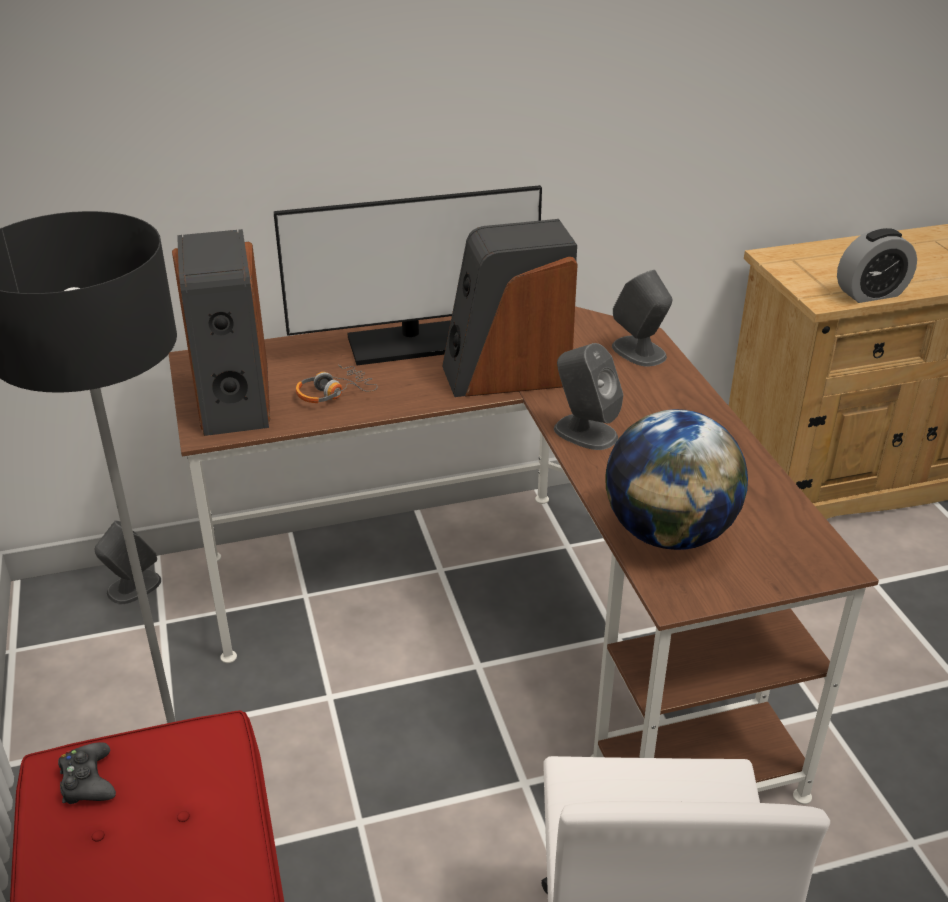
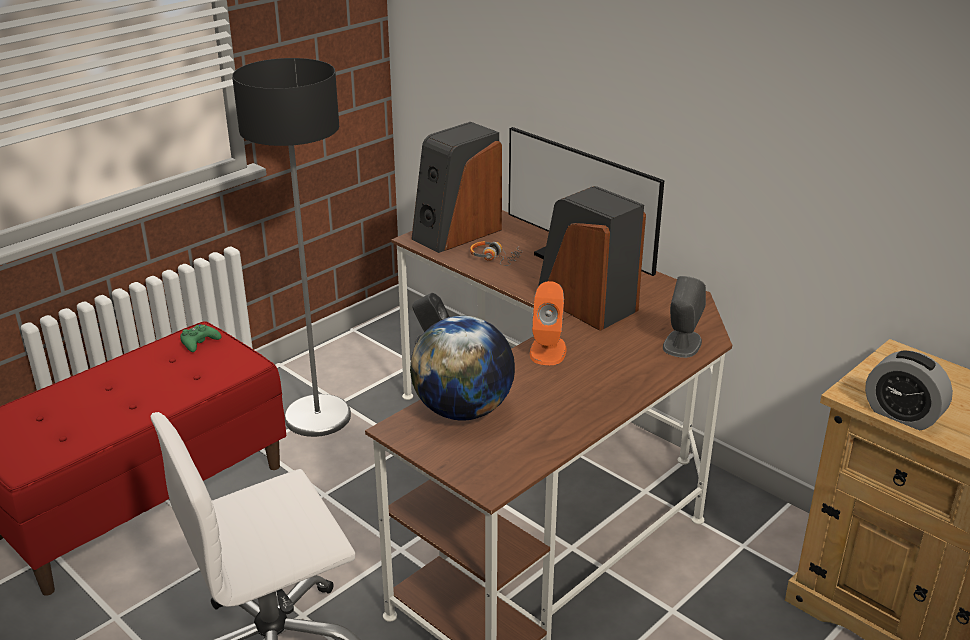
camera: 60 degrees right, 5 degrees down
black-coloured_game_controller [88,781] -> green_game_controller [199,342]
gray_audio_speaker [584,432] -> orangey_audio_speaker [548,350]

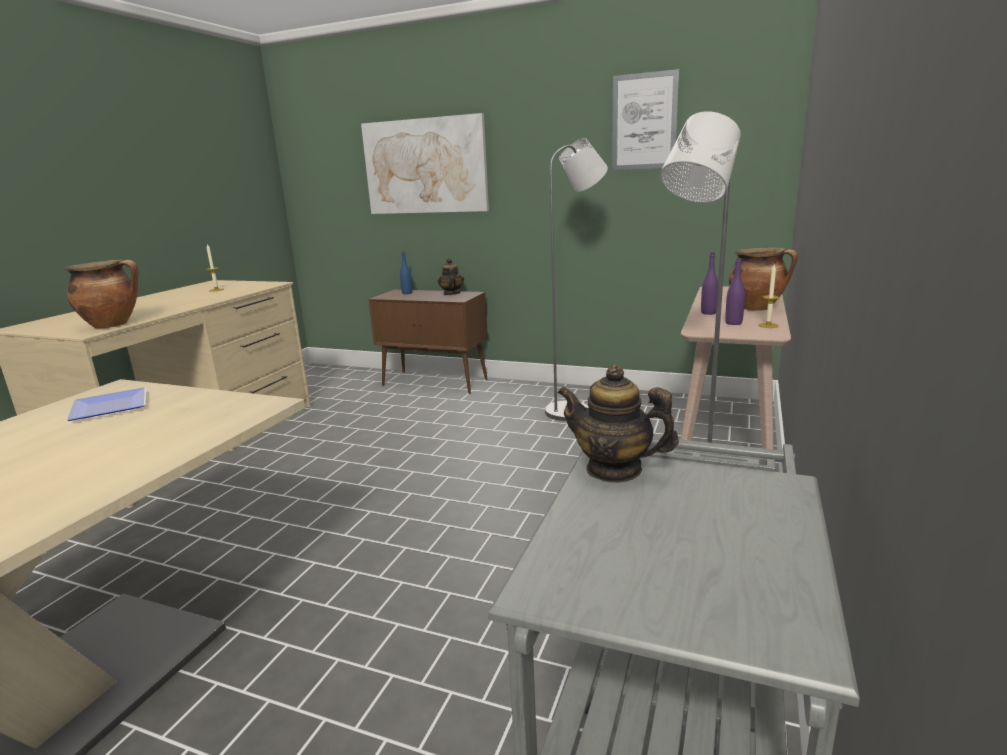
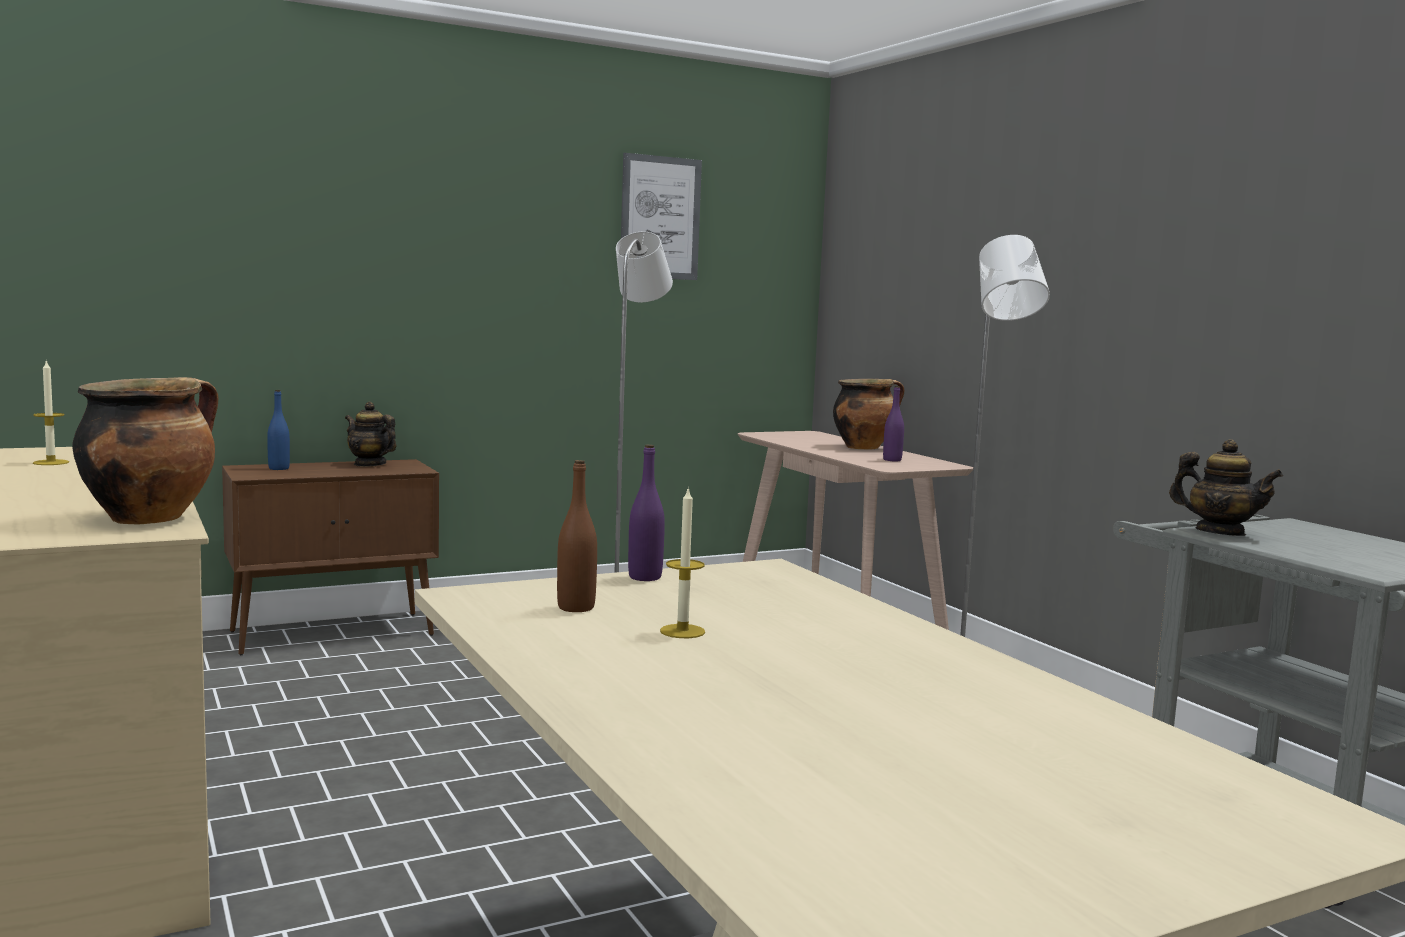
camera: 50 degrees left, 10 degrees down
picture [425,166] -> none
purple_beverage_bottle [708,313] -> purple_beverage_bottle [645,577], relocated
wax_light [768,325] -> wax_light [682,631], relocated
dinner_plate [107,407] -> brownish_beverage_bottle [576,607]
tea_pot [614,470] -> tea_pot [1220,532], 120 degrees counterclockwise

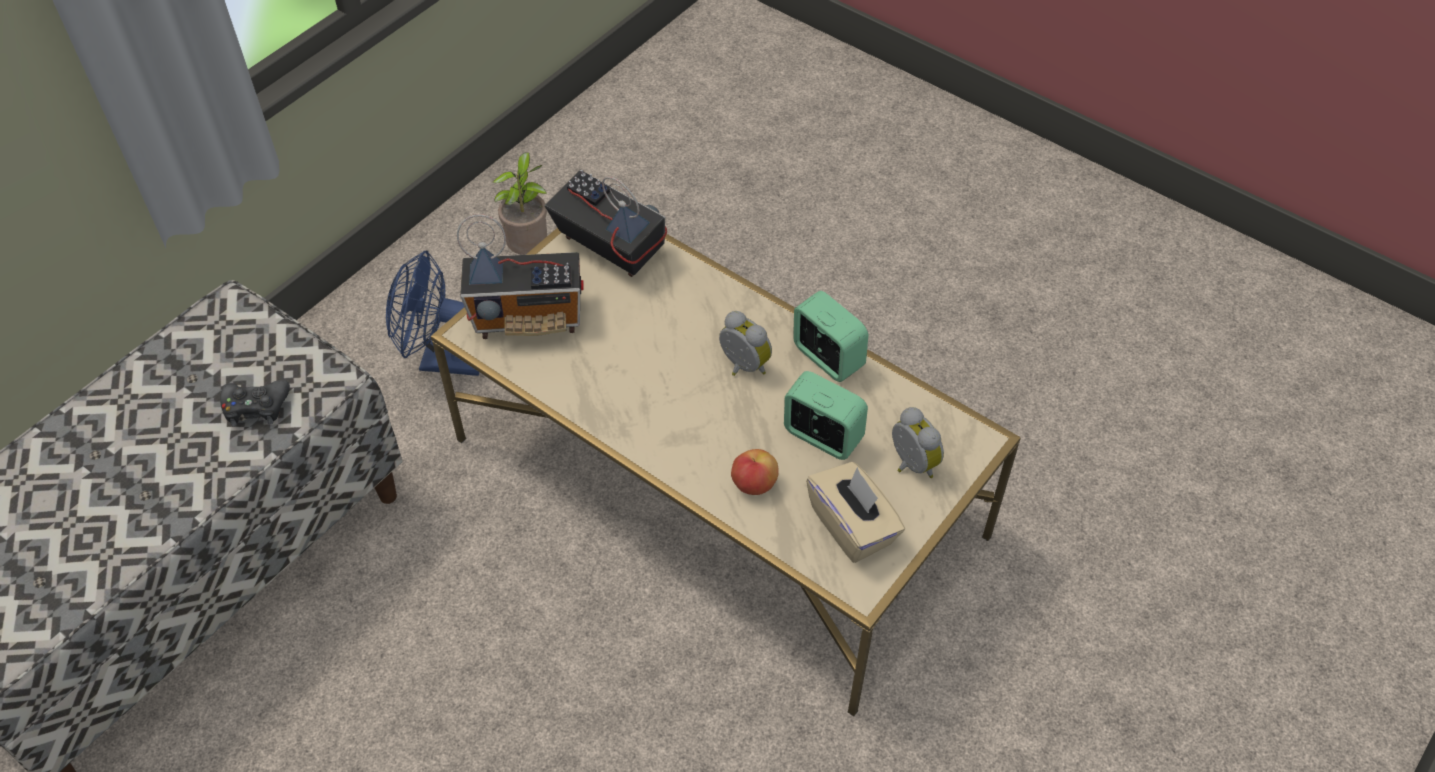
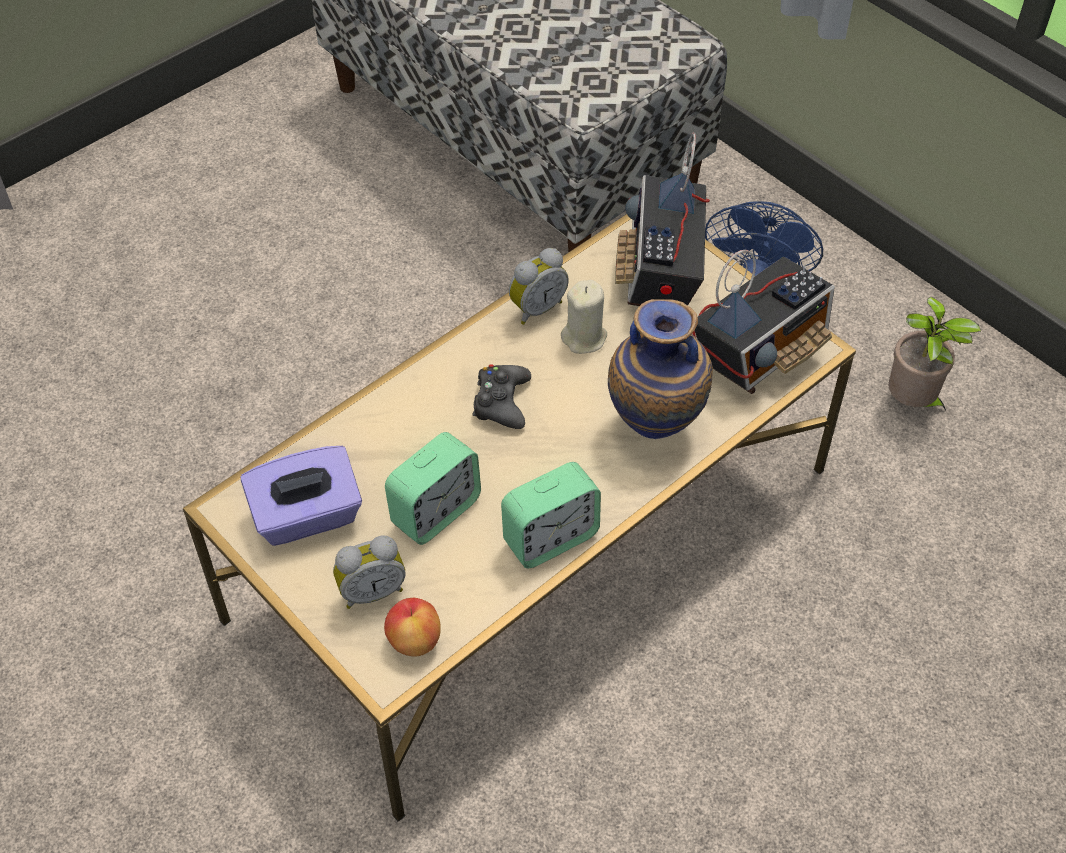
camera: 100 degrees right, 0 degrees up
none -> beige-coloured_wax_light [584,337]
none -> decorative_vase [655,427]
black-coloured_game_controller [256,407] -> black-coloured_game_controller [501,402], relocated
bedside_clock [742,367] -> bedside_clock [536,308], relocated
whole_apple [754,484] -> whole_apple [414,640], relocated
beige-coloured_tissue_holder [852,526] -> purple_tissue_holder [307,516]

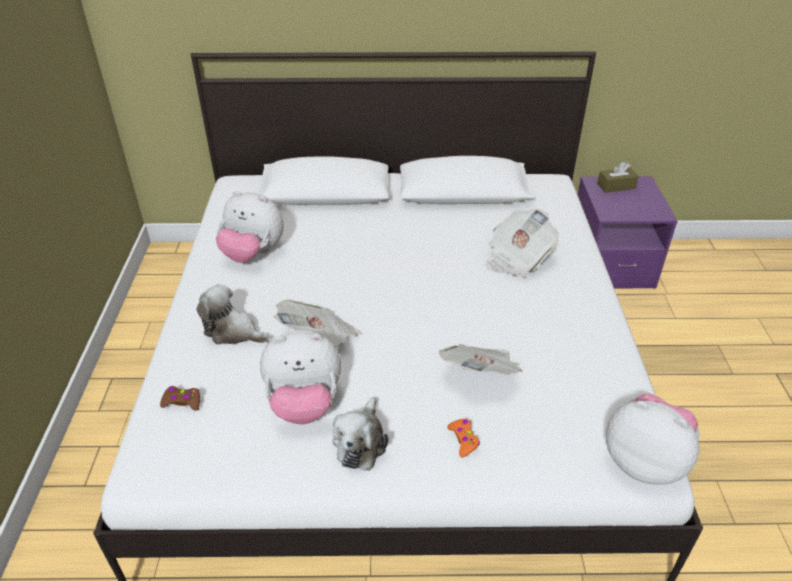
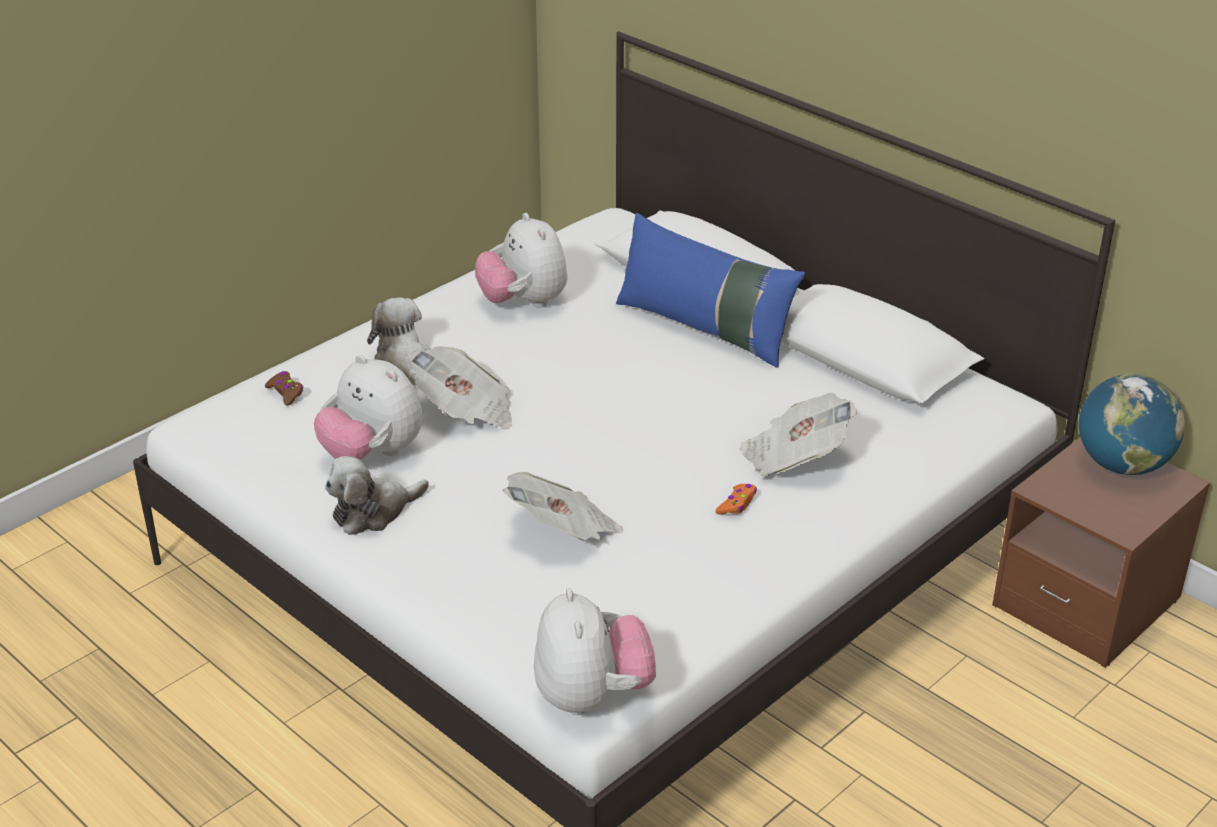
camera: 45 degrees right, 5 degrees down
none -> blue-coloured_pillow [705,329]
orangey_game_controller [463,440] -> orangey_game_controller [737,504], relocated
brownish_tissue_holder [616,186] -> world_globe [1122,465]
purple_night_table [609,265] -> brownish_night_table [1086,603]

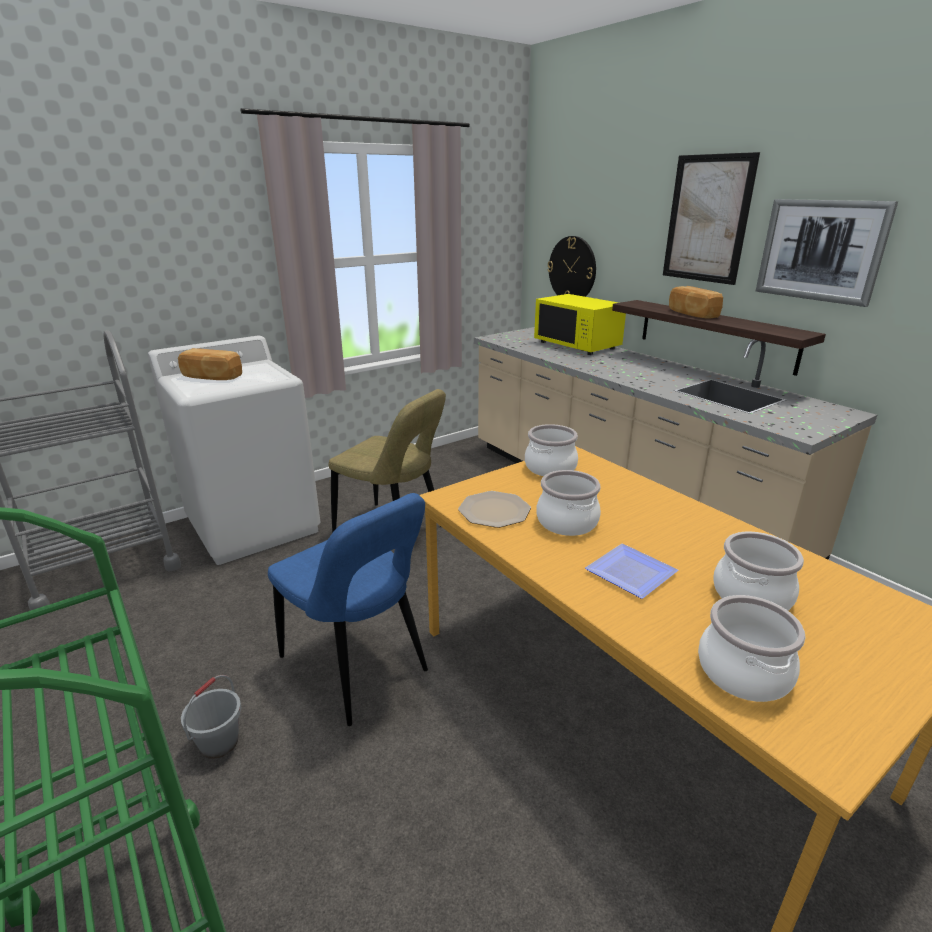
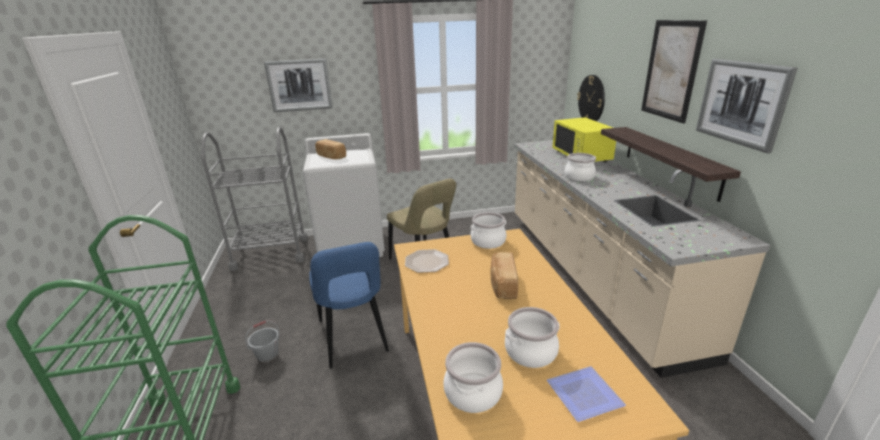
camera: 25 degrees right, 0 degrees up
none -> picture [299,85]
saucepot [567,522] -> saucepot [579,177], relocated
dinner_plate [634,573] -> dinner_plate [587,396], relocated
bakery_bread [692,314] -> bakery_bread [502,284], relocated

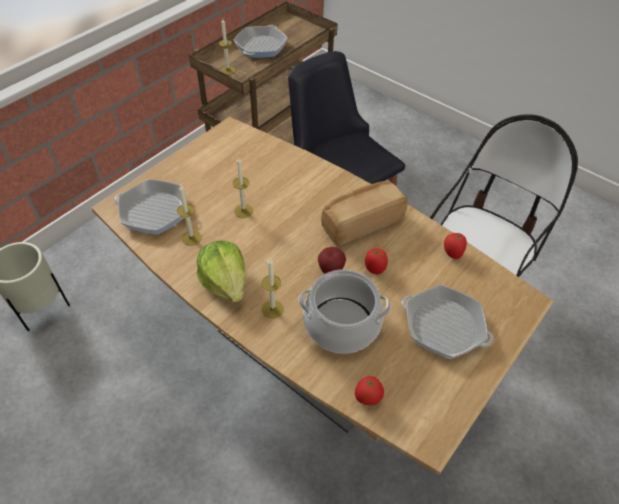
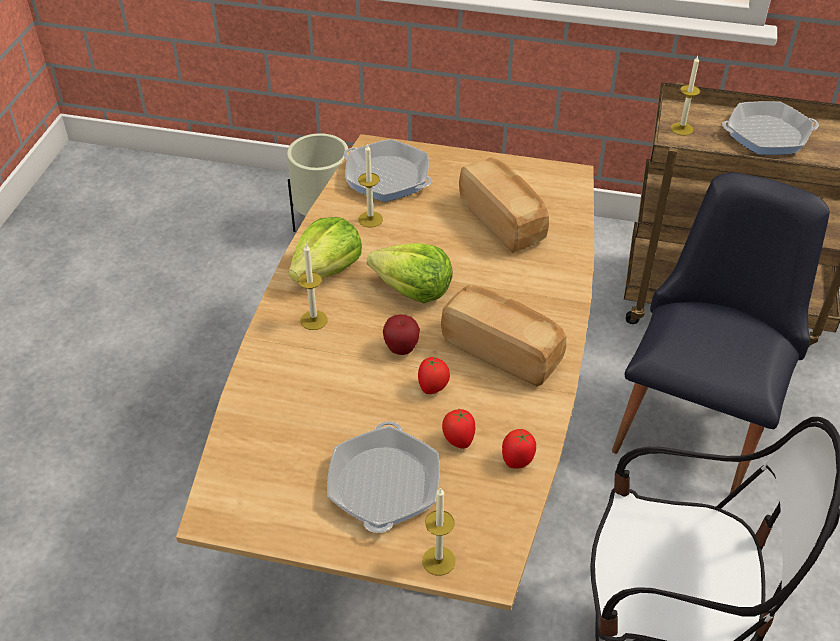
camera: 65 degrees right, 5 degrees down
saucepot [341,324] -> none
none -> lettuce [413,289]
none -> bakery_bread [503,220]
wax_light [243,211] -> wax_light [438,560], relocated
fresh_tomato [367,398] -> fresh_tomato [458,440], relocated
skillet [154,212] -> skillet [387,177], 45 degrees counterclockwise

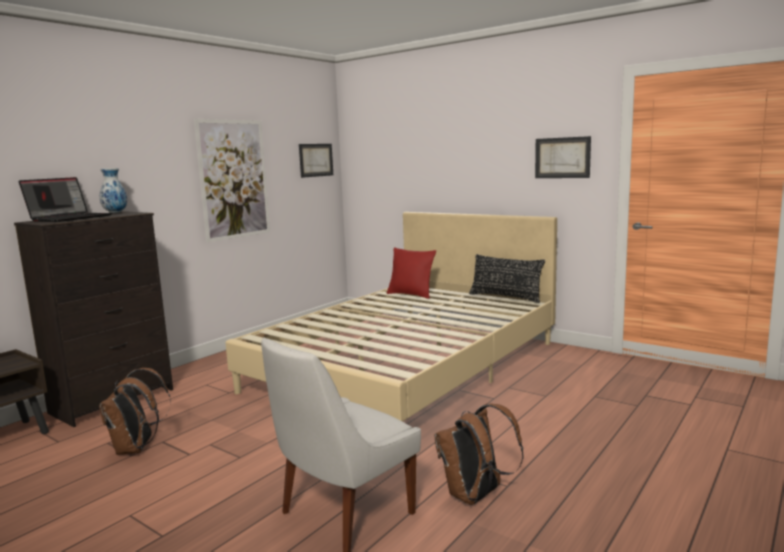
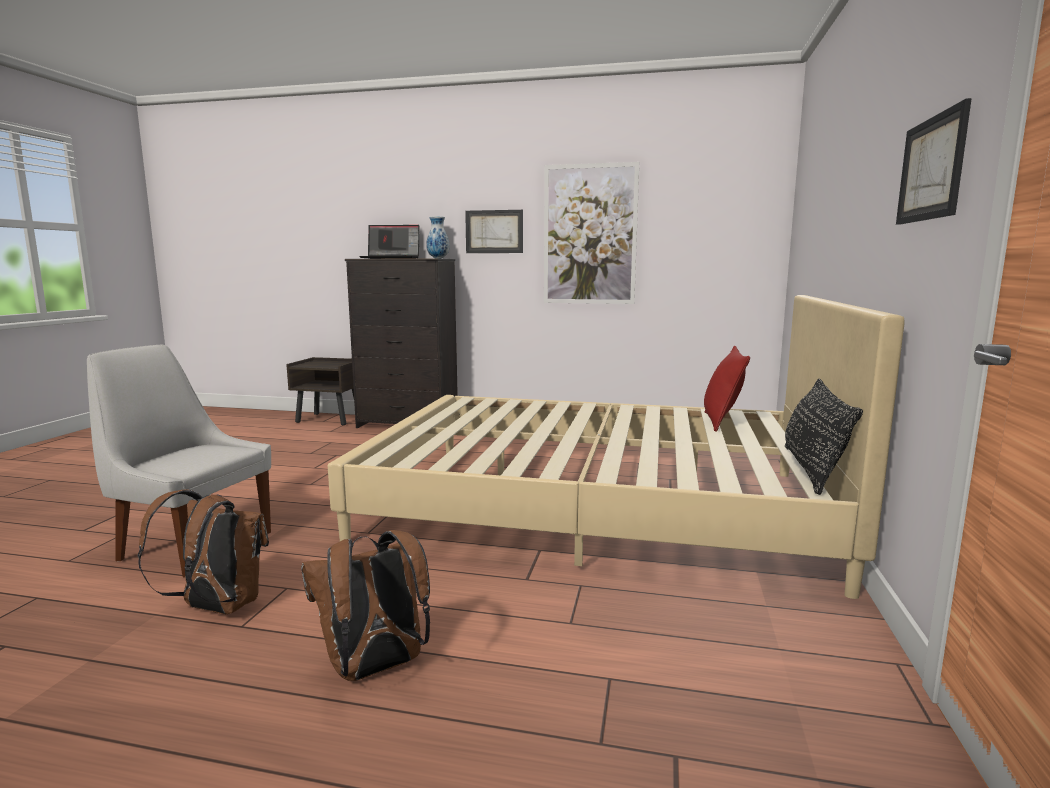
camera: 65 degrees right, 0 degrees up
brownish_rucksack [136,448] -> brownish_rucksack [375,669], relocated
picture [316,160] -> picture [494,231], relocated

